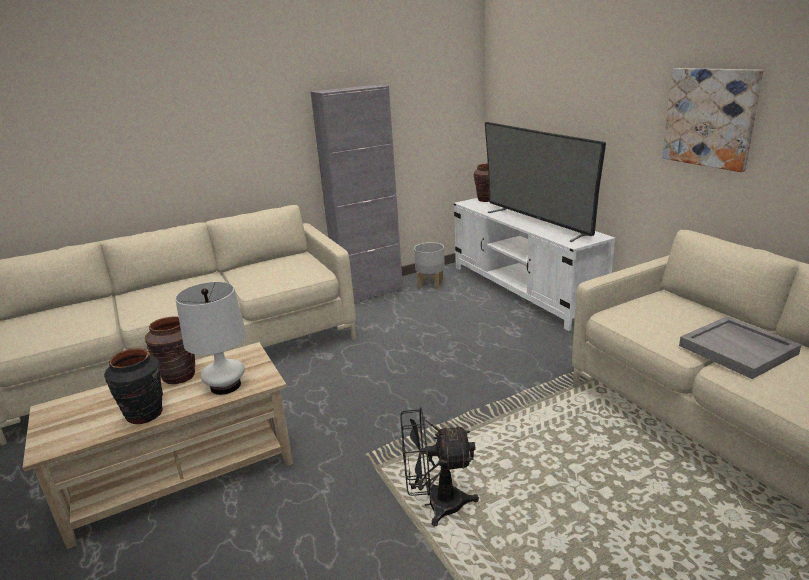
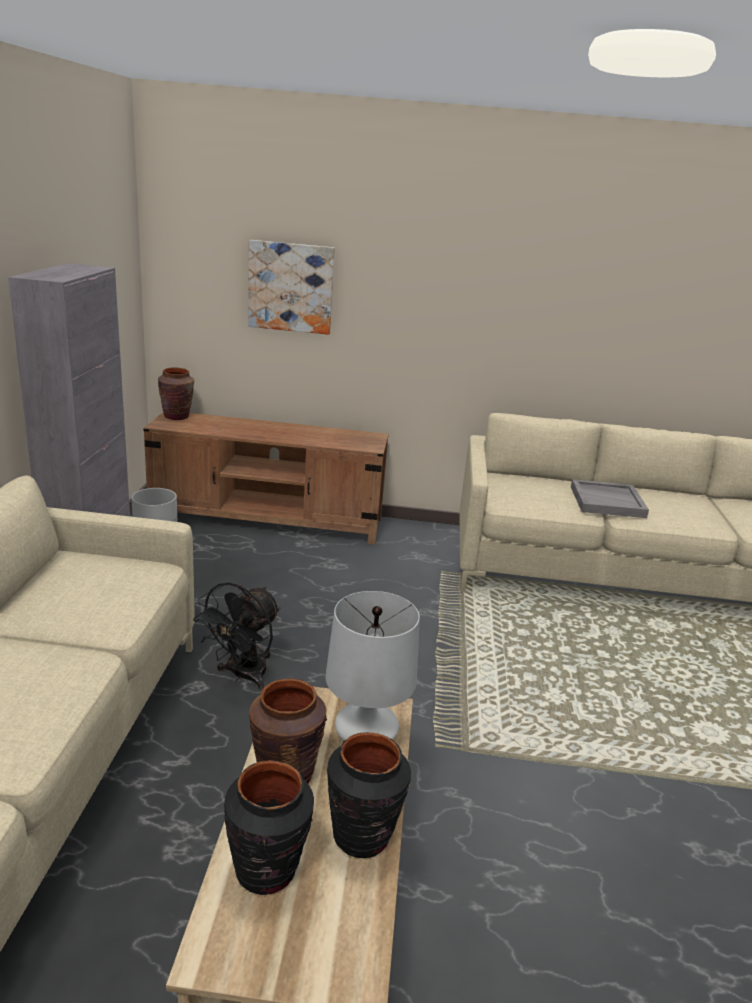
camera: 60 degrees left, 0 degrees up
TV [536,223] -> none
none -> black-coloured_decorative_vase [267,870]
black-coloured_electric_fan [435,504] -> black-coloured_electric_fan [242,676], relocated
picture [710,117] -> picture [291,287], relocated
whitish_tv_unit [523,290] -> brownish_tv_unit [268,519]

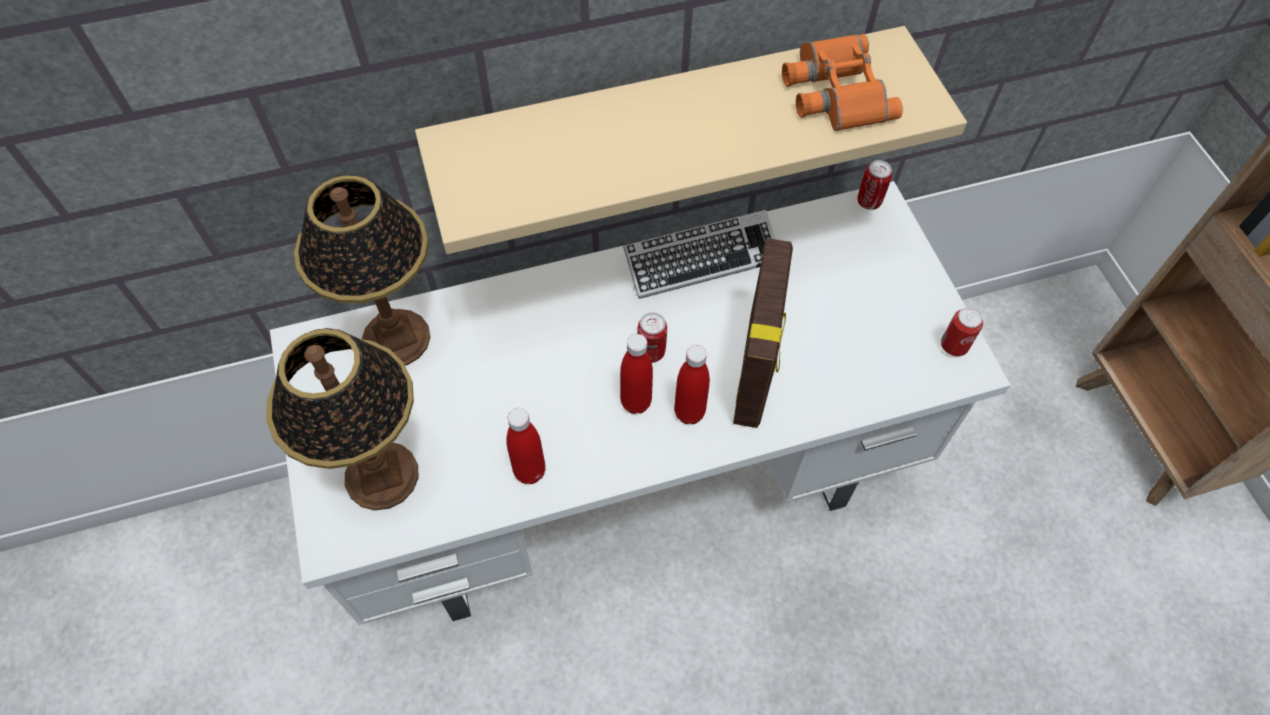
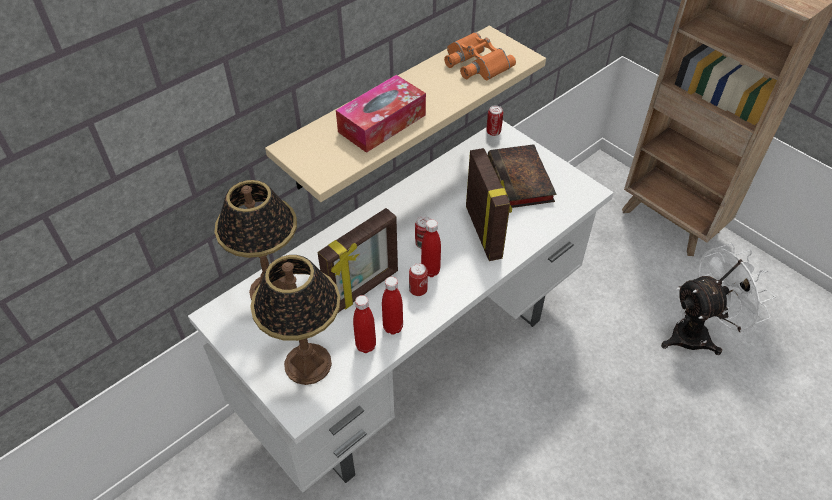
camera: 25 degrees left, 10 degrees down
computer_keyboard [701,259] -> none
none -> picture_frame [363,289]
none -> tissue_holder [382,123]
none -> volume [521,181]
none -> whitish_electric_fan [698,333]
reddish_beverage_bottle [689,412] -> reddish_beverage_bottle [366,346], relocated
can [953,346] -> can [418,290], relocated

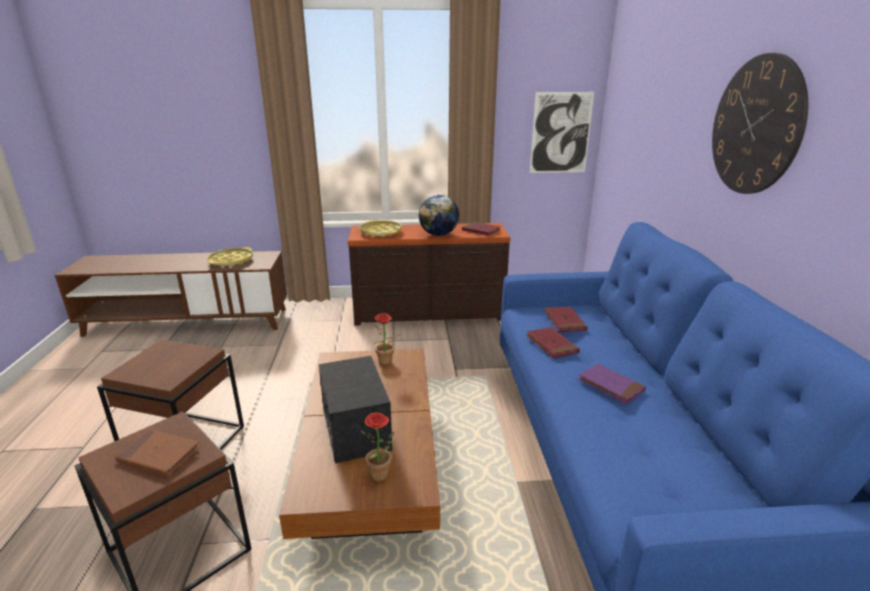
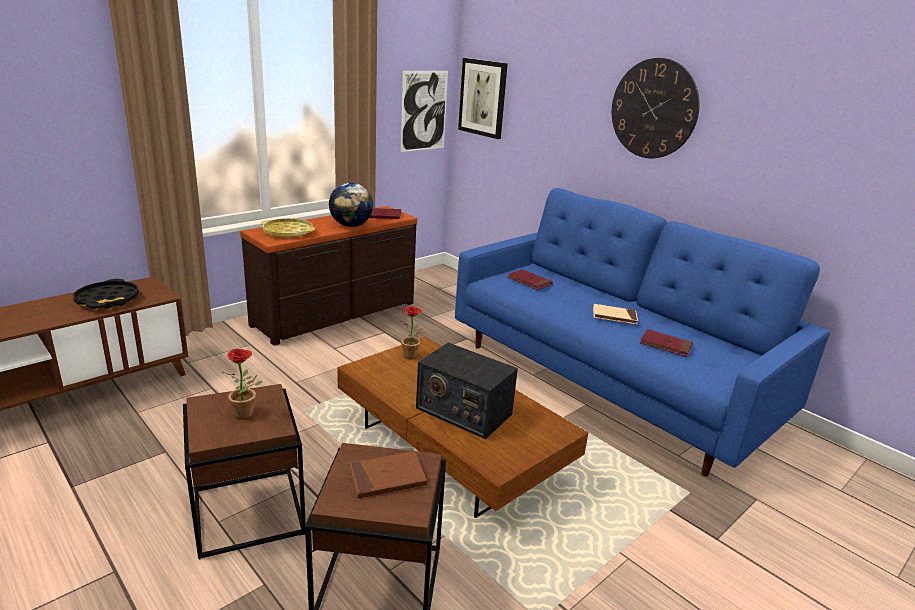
camera: 40 degrees left, 0 degrees up
none -> picture [483,98]
potted_plant [382,477] -> potted_plant [247,415], relocated
reddish_volume [551,345] -> reddish_volume [665,345], relocated
yellow-coloured_tray [231,261] -> black-coloured_tray [107,300]
purple_volume [611,386] -> beige-coloured_volume [614,316]

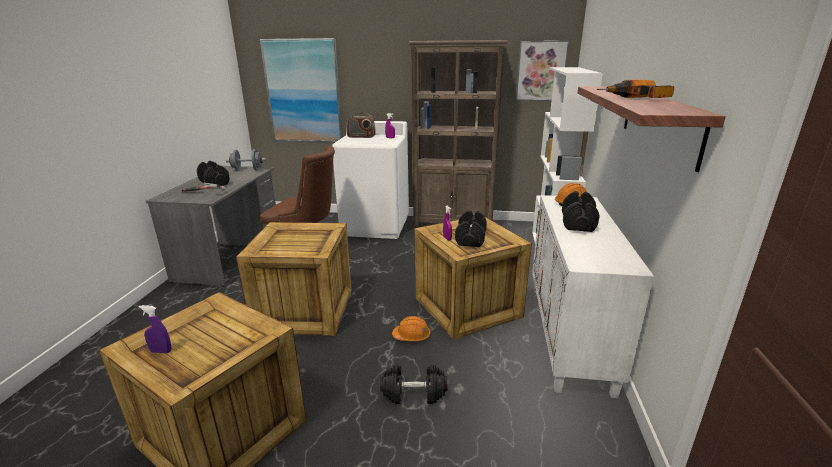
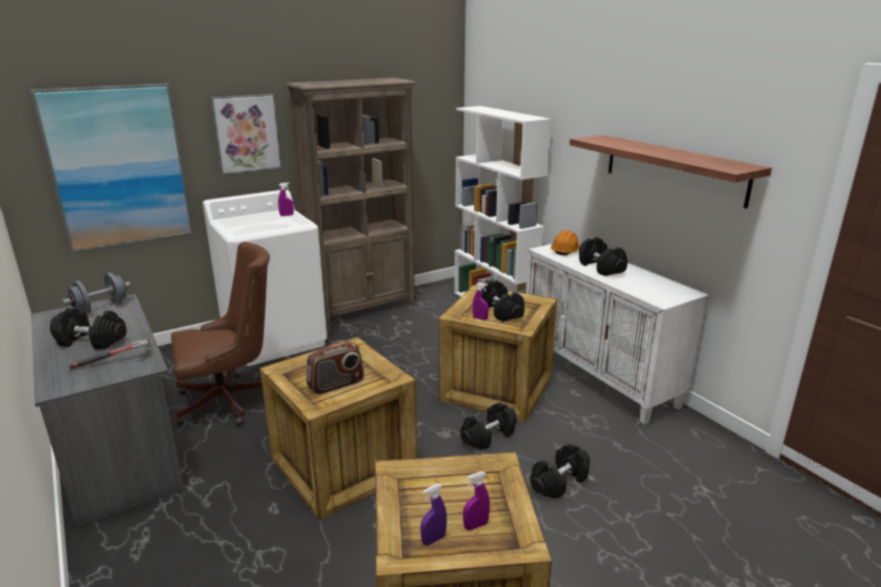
camera: 40 degrees left, 0 degrees up
drill [637,99] -> none
none -> purple_sprayer [475,525]
radio_receiver [361,137] -> radio_receiver [336,384], relocated
picture [541,71] -> picture [247,134], relocated
orangey_safety_helmet [412,336] -> black-coloured_dumbbell [488,436]

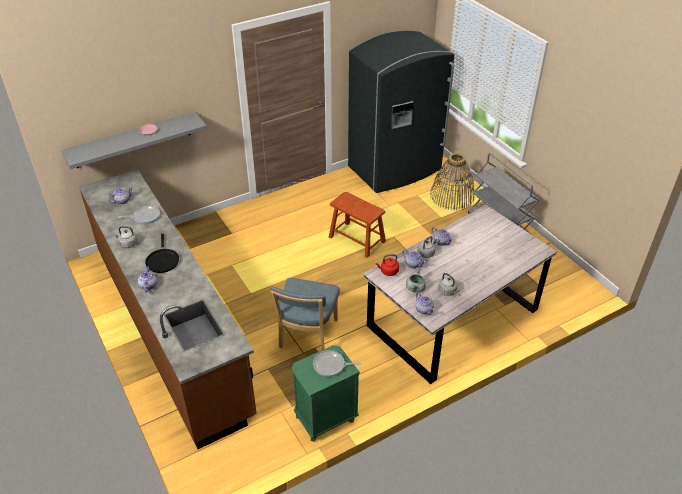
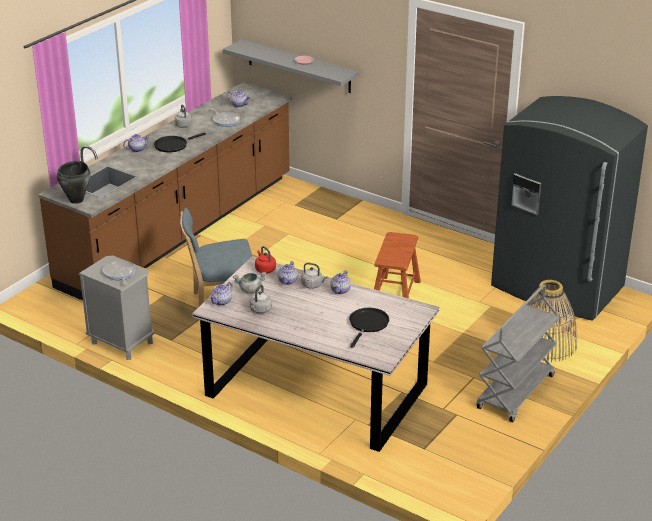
camera: 65 degrees right, 10 degrees down
none -> black-coloured_saucepot [76,200]
none -> black-coloured_skillet [368,324]
green_night_table [325,419] -> gray_night_table [121,343]

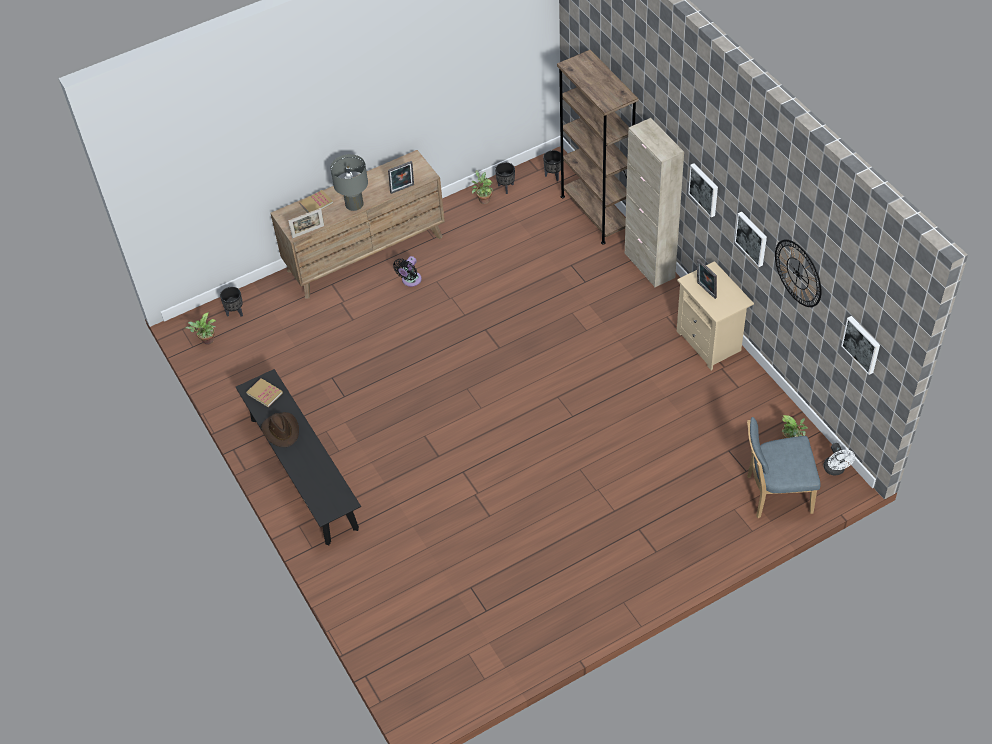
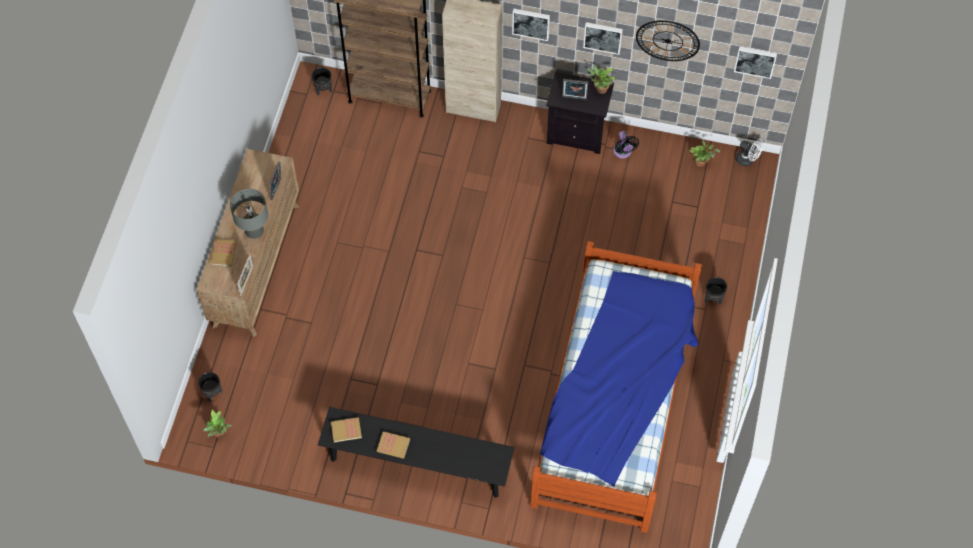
camera: 50 degrees left, 10 degrees up
blue-coloured_chair [775,494] -> none
none -> sleeping_bed [615,403]
black-coloured_electric_fan [410,281] -> black-coloured_electric_fan [623,152], relocated
potted_plant [483,199] -> potted_plant [599,89], relocated
black-coloured_flower_pot [506,188] -> black-coloured_flower_pot [713,299], relocated
brownish_clothing_hat [281,430] -> volume [393,445]
beige-coloured_night_table [710,342] -> black-coloured_night_table [577,133]

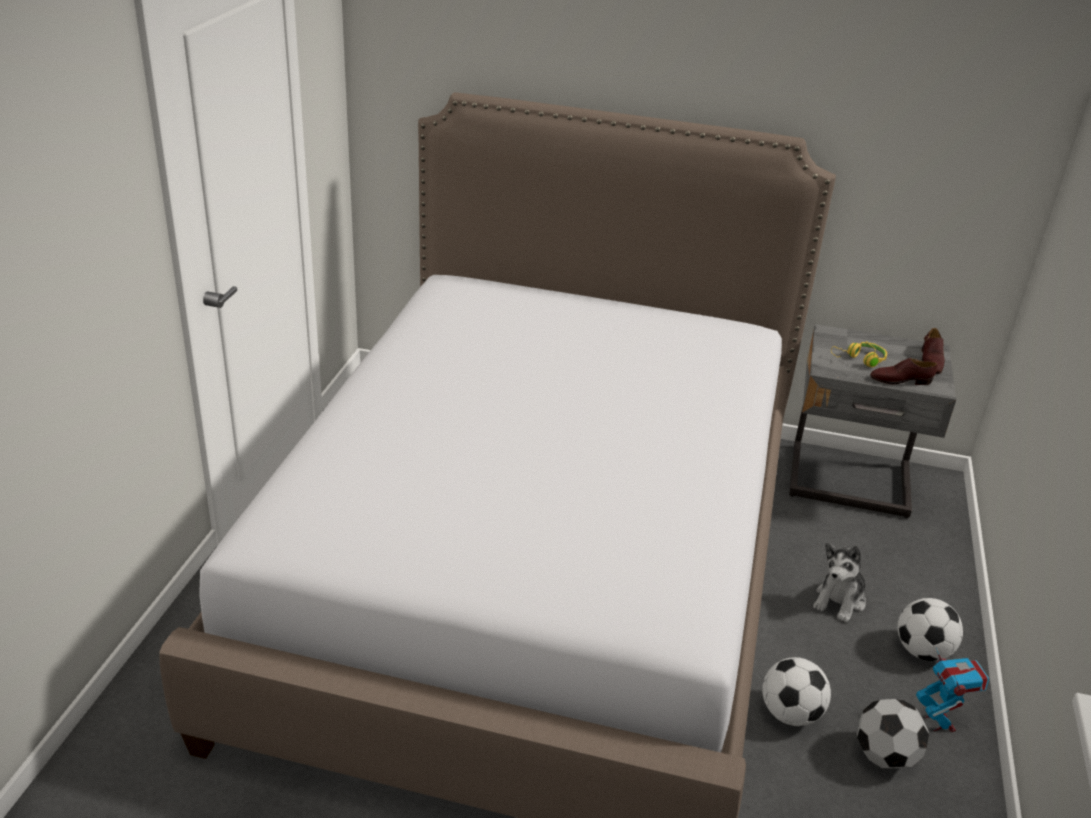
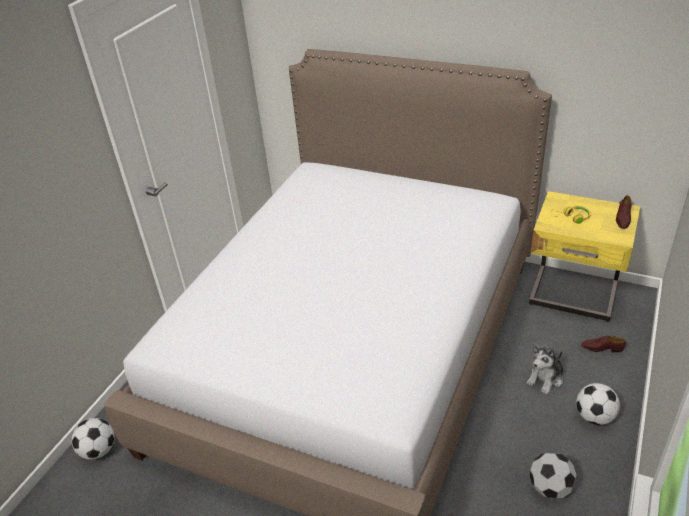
camera: 15 degrees right, 5 degrees up
robot_figure [939,722] -> none
football_ball [790,713] -> football_ball [99,450], relocated
brownish_shoe [900,380] -> brownish_shoe [602,348], relocated
gray_night_table [850,484] -> yellow-coloured_night_table [573,296]

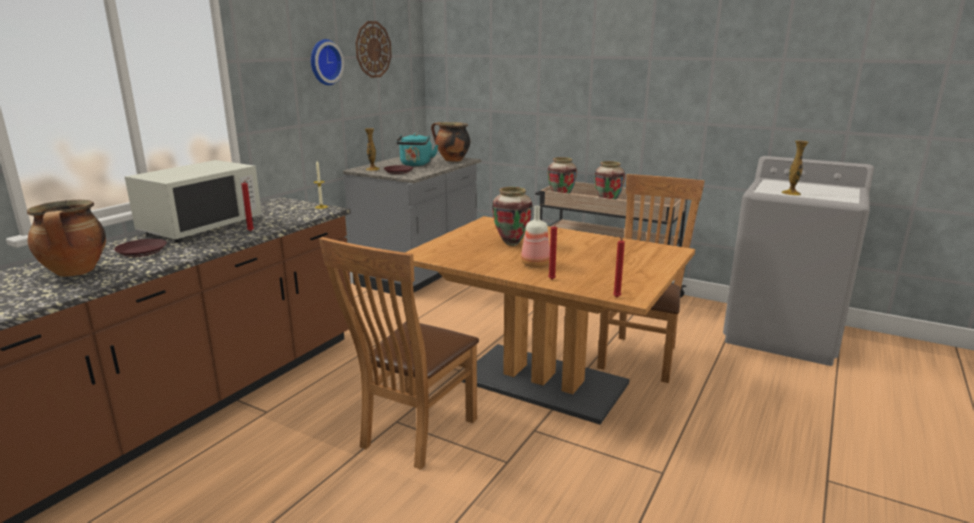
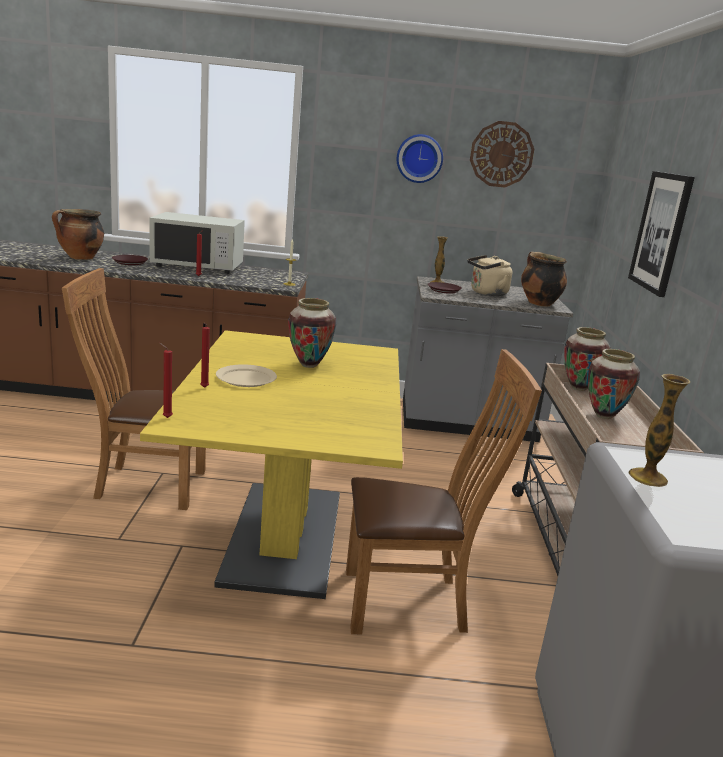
camera: 60 degrees right, 0 degrees up
none -> picture [661,232]
beverage_bottle [535,265] -> beige-coloured_dinner_plate [245,378]
turquoise_water_kettle [416,165] -> beige-coloured_water_kettle [486,293]
brownish_kitchen_table [543,382] -> yellow-coloured_kitchen_table [284,536]

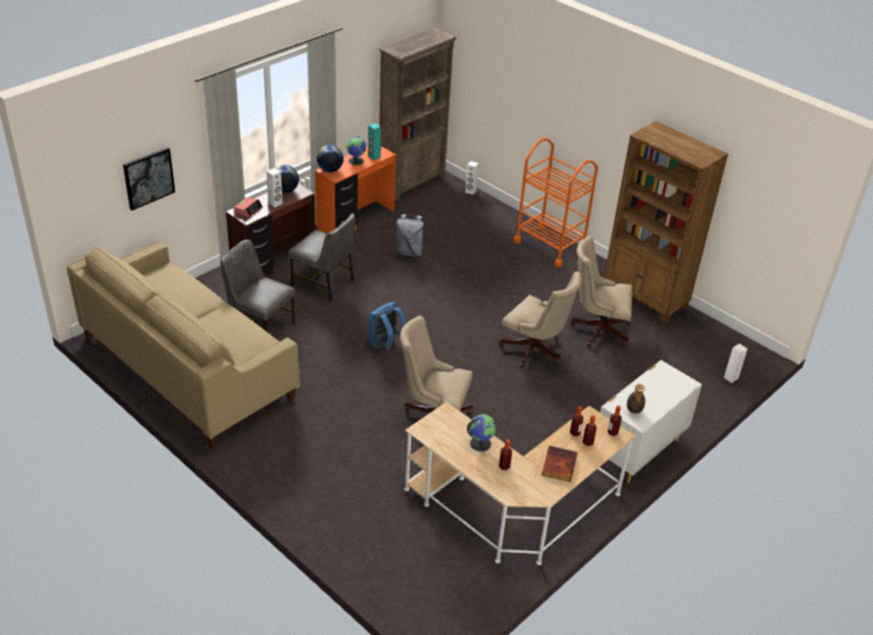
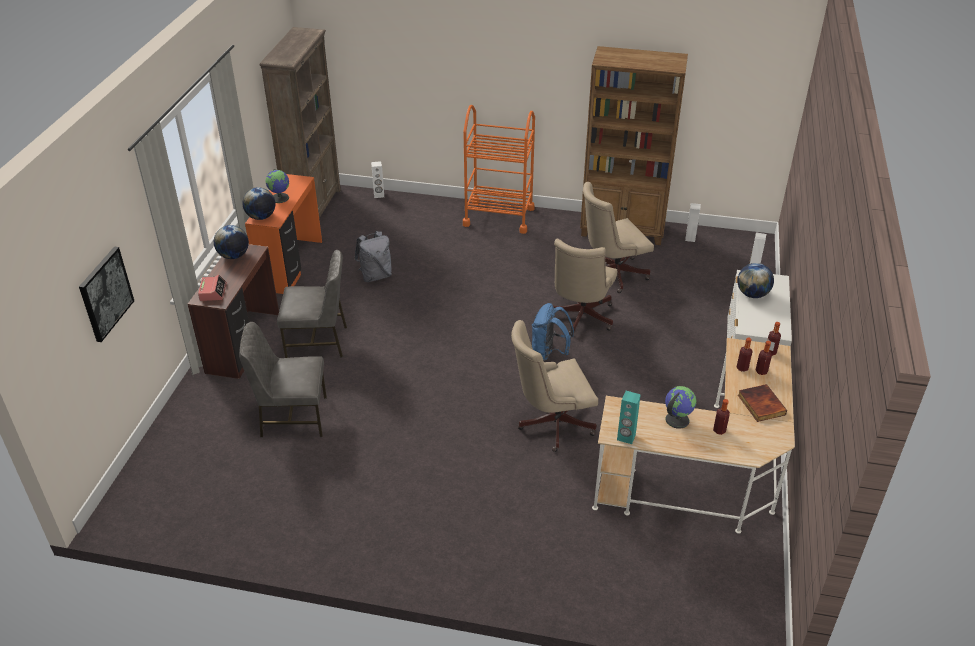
camera: 30 degrees left, 0 degrees up
beige-coloured_settee [188,367] -> none
beverage_bottle [634,410] -> none
none -> world_globe [752,294]
whitish_audio_speaker [275,203] -> whitish_audio_speaker [690,238], relocated
turquoise_audio_speaker [374,157] -> turquoise_audio_speaker [626,437], relocated
blue-coloured_rucksack [386,345] -> blue-coloured_rucksack [549,353], relocated
beige-coloured_computer_chair [535,351] -> beige-coloured_computer_chair [579,318], 105 degrees clockwise

